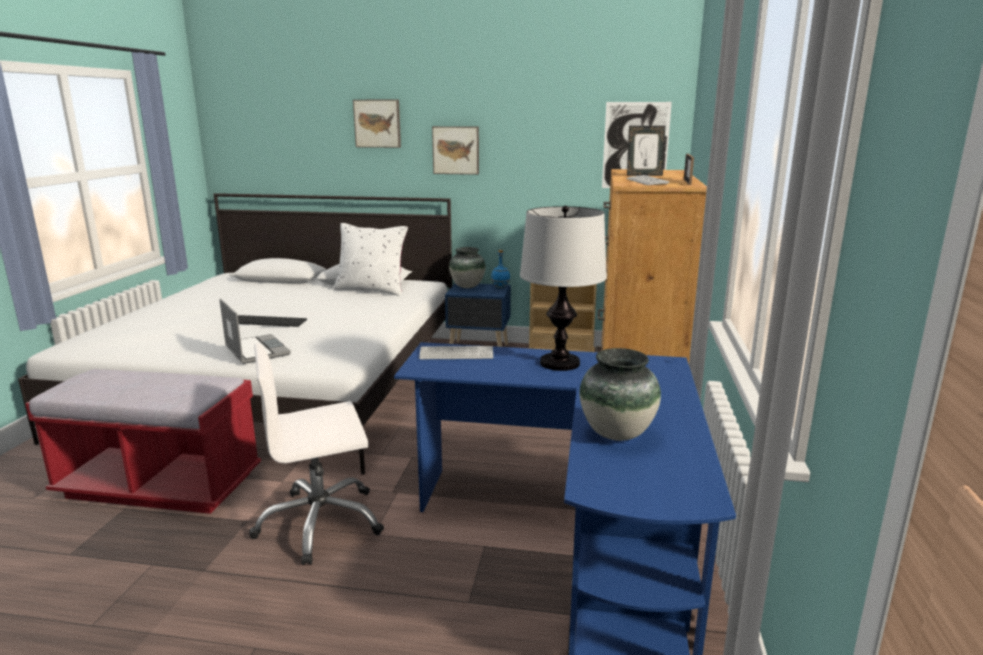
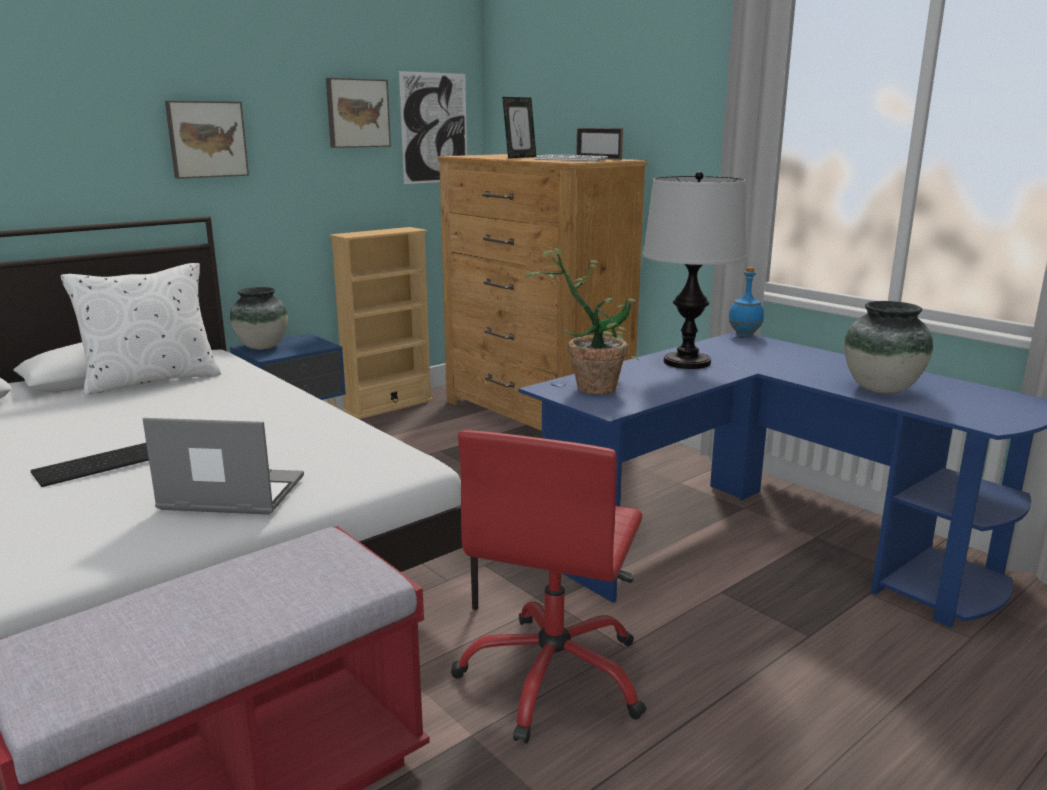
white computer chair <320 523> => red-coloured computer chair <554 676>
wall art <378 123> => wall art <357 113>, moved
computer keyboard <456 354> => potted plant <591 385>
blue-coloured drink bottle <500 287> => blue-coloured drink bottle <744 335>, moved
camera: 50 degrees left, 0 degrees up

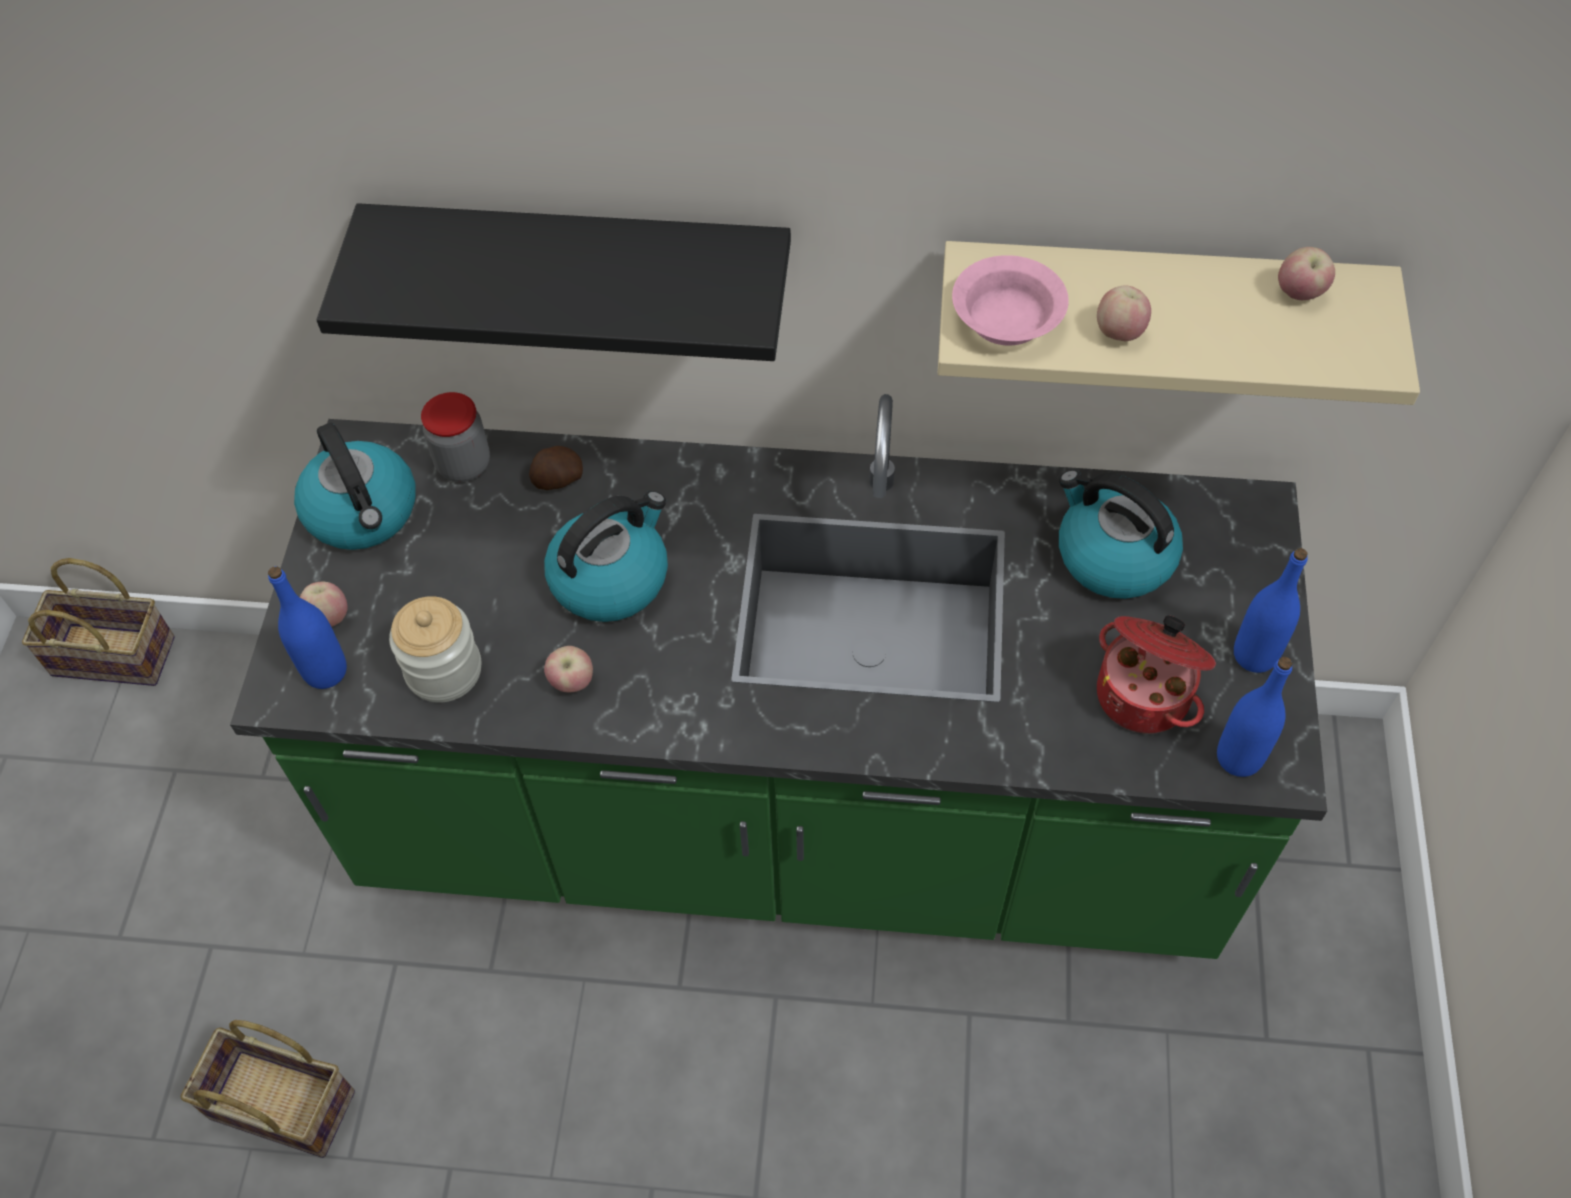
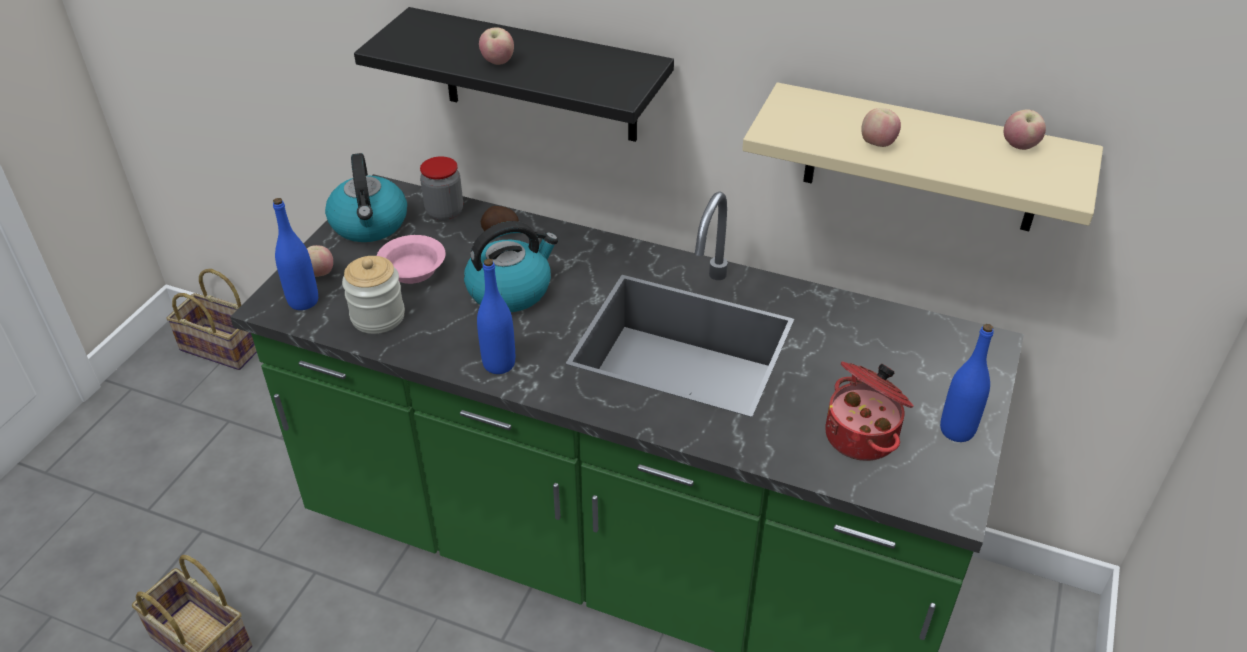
apple <572 682> => apple <498 62>, moved
pink-coloured deep dish <1007 322> => pink-coloured deep dish <412 272>, moved
tea kettle <1112 556> => nothing
blue-coloured drink bottle <1239 757> => blue-coloured drink bottle <499 364>, moved
camera: 15 degrees right, 15 degrees down

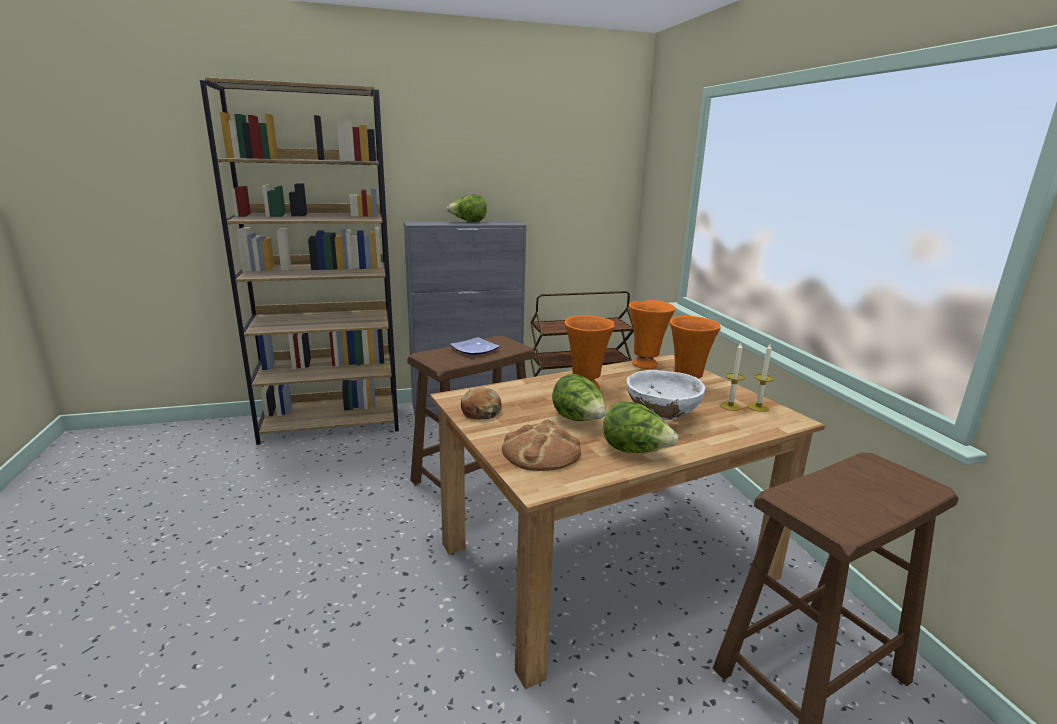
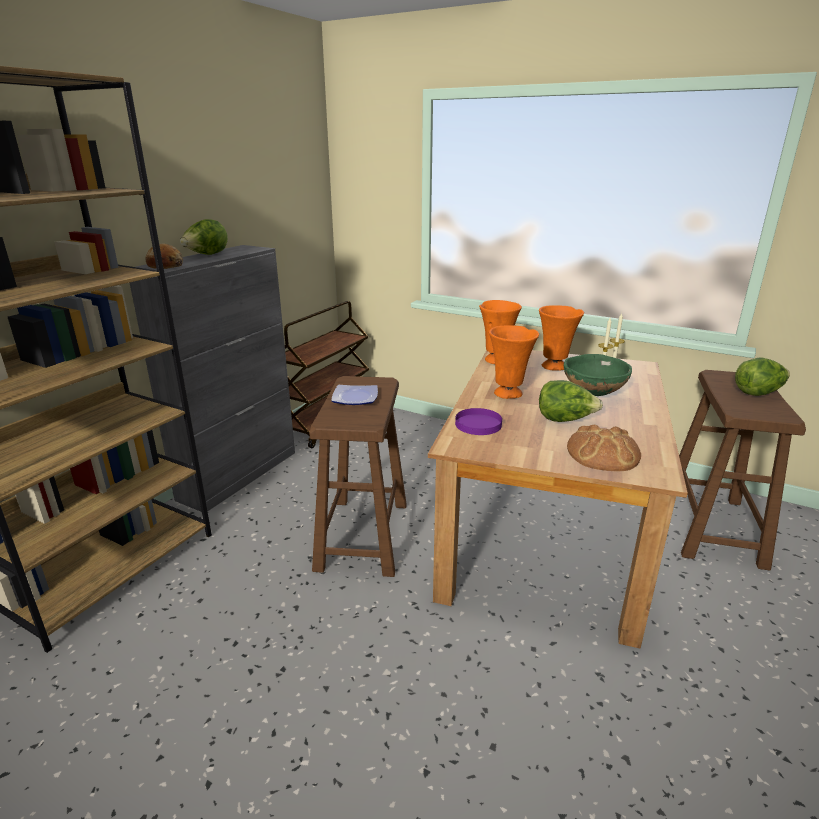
bakery bread <480 412> => bakery bread <166 265>, moved
lettuce head <635 451> => lettuce head <758 393>, moved
white deep dish <661 416> => green-coloured deep dish <593 394>
nothing => purple flat dish <478 424>
camera: 45 degrees left, 5 degrees up

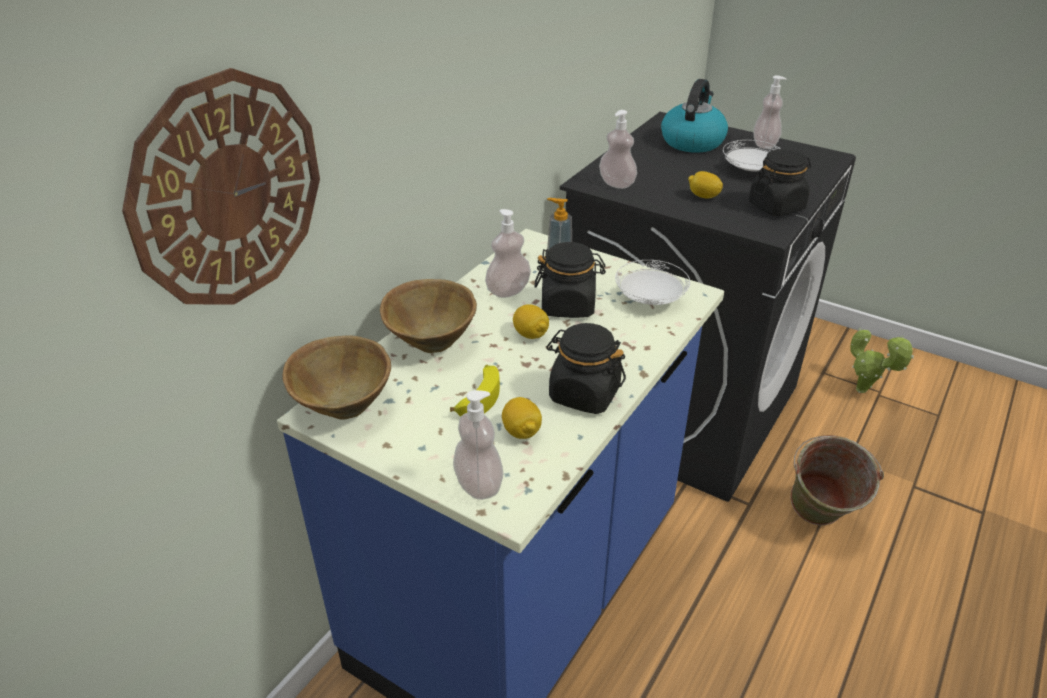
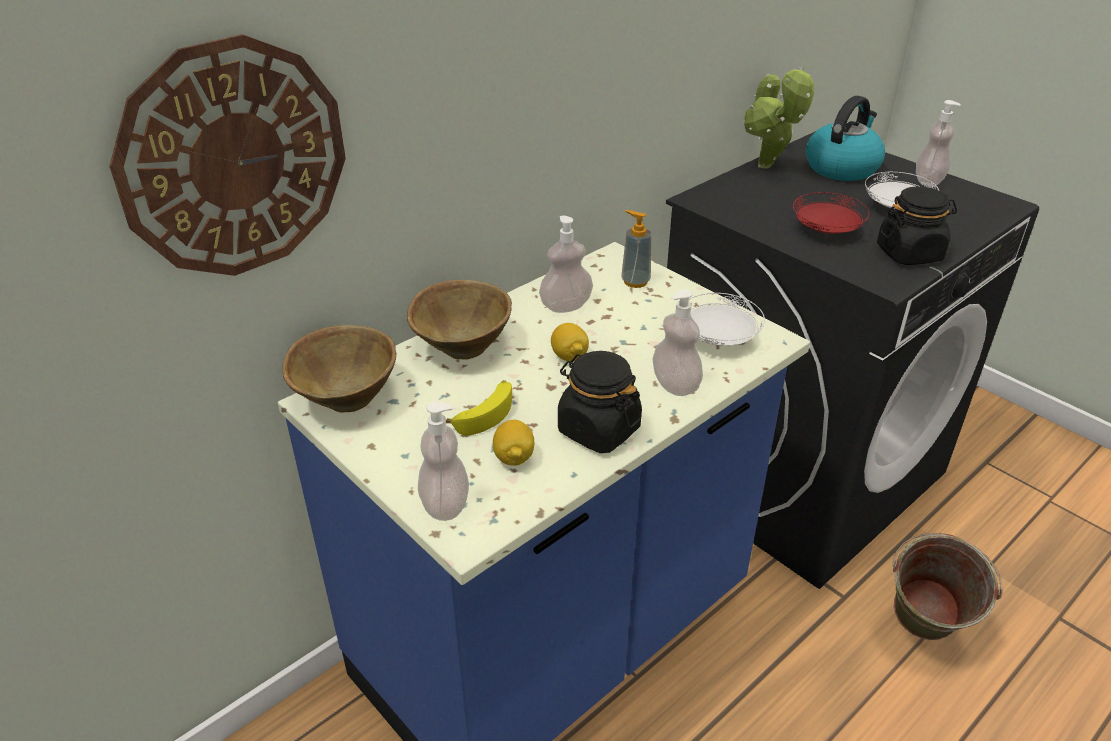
blackish preserve jar <568 305> => nothing
liquid soap bottle <616 184> => liquid soap bottle <675 385>, moved
citrus fruit <703 196> => red-coloured flat dish <826 231>
potted plant <864 392> => potted plant <767 168>, moved
camera: 15 degrees right, 0 degrees up

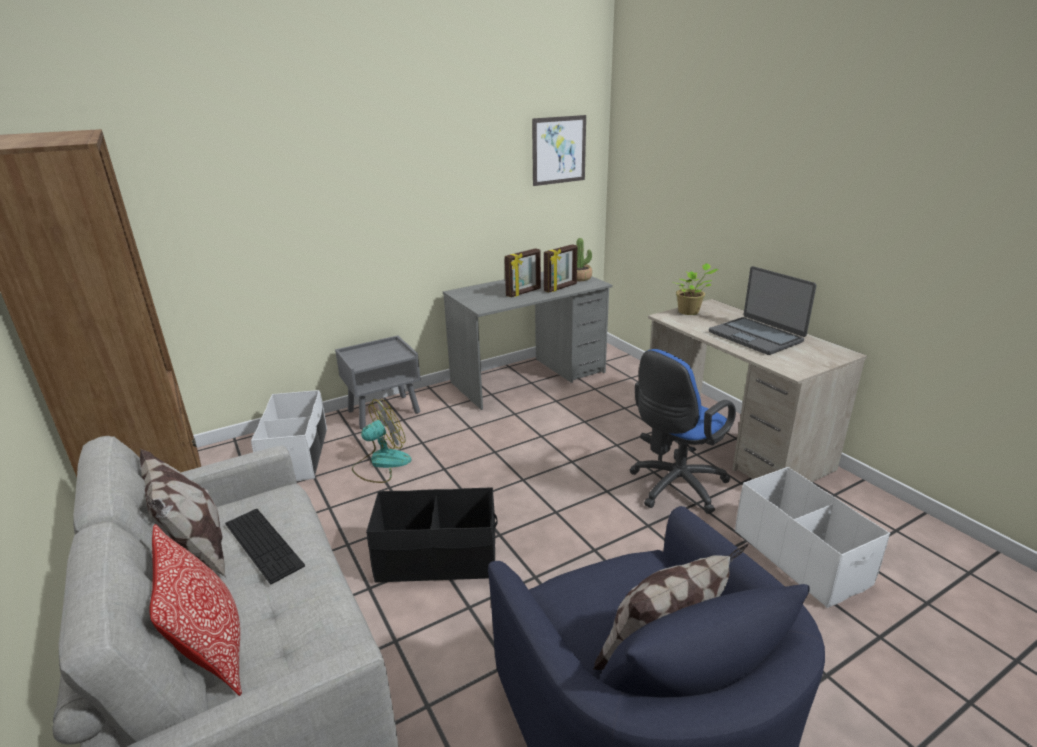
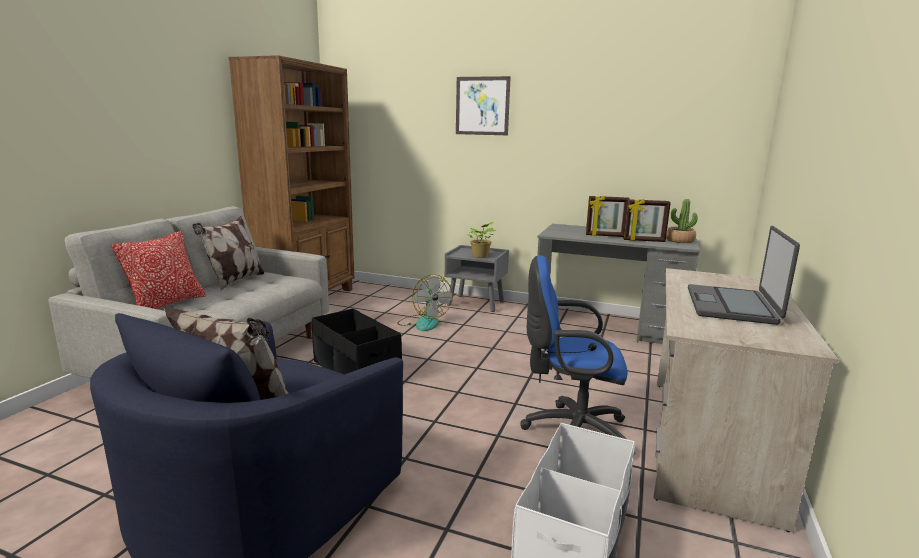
computer keyboard <263 544> => nothing
white storage bin <297 455> => nothing
electric fan <381 463> => electric fan <423 322>, 45 degrees clockwise
wall art <559 150> => wall art <482 106>, moved
potted plant <690 312> => potted plant <480 256>, moved
camera: 50 degrees right, 10 degrees down

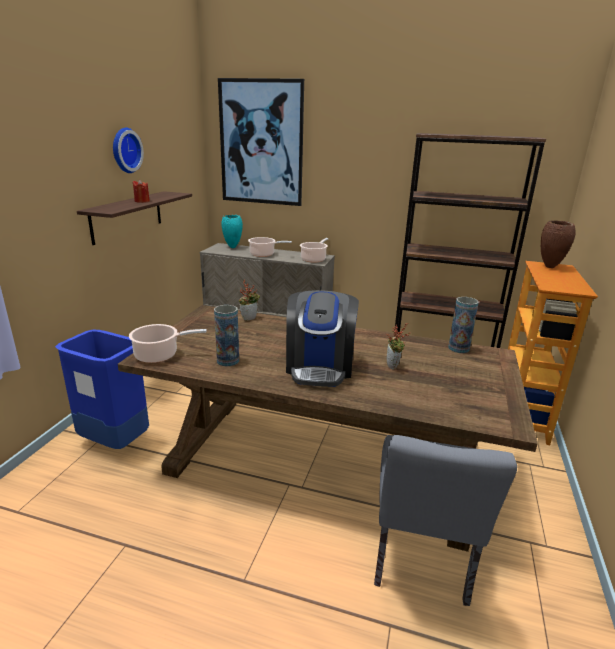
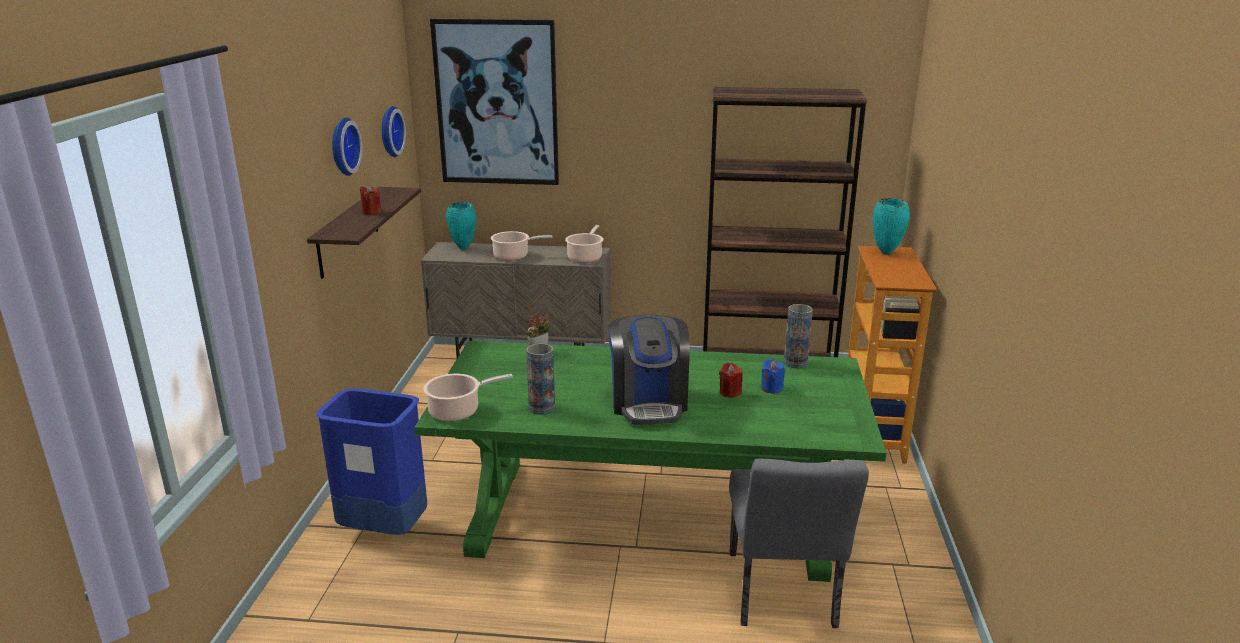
brown-coloured dinner table <322 461> => green-coloured dinner table <650 516>
potted plant <394 366> => red-coloured wax light <730 392>
brown-coloured flower vase <550 267> => turquoise-coloured flower vase <887 253>
nothing => wall clock <389 131>
nothing => blue-coloured wax light <771 388>
camera: 10 degrees left, 0 degrees up

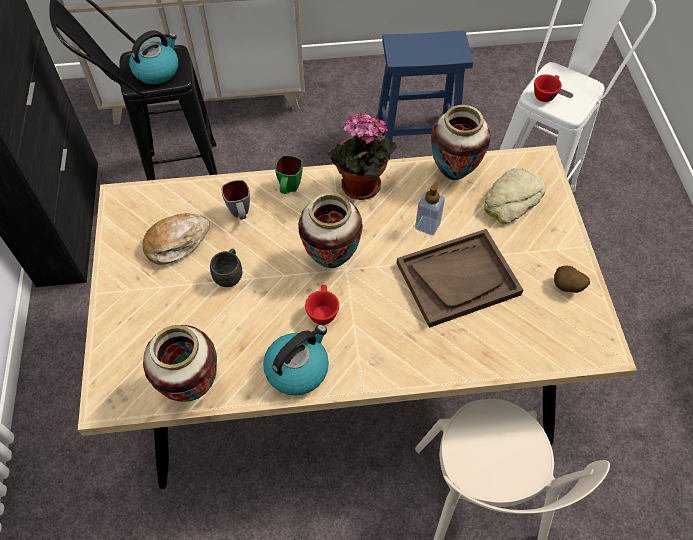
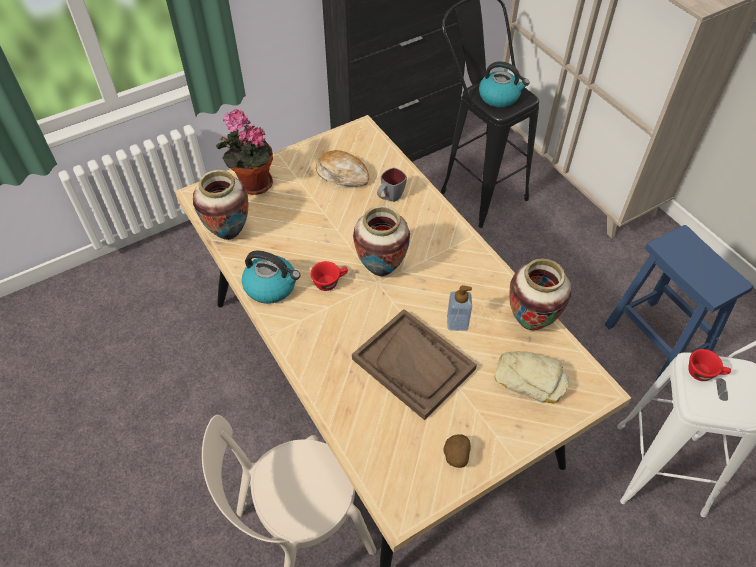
grey tea mug <229 274> => nothing
green-coloured tea mug <289 189> => nothing
potted plant <359 188> => potted plant <252 184>, moved
camera: 65 degrees right, 5 degrees down

